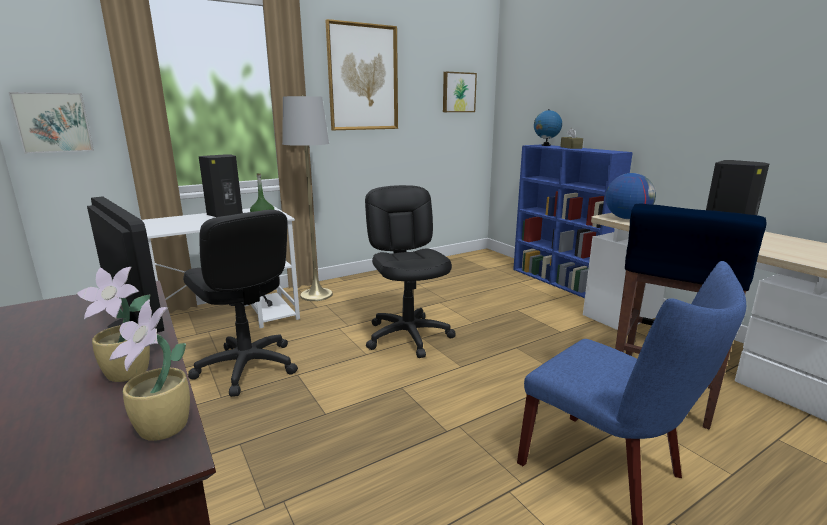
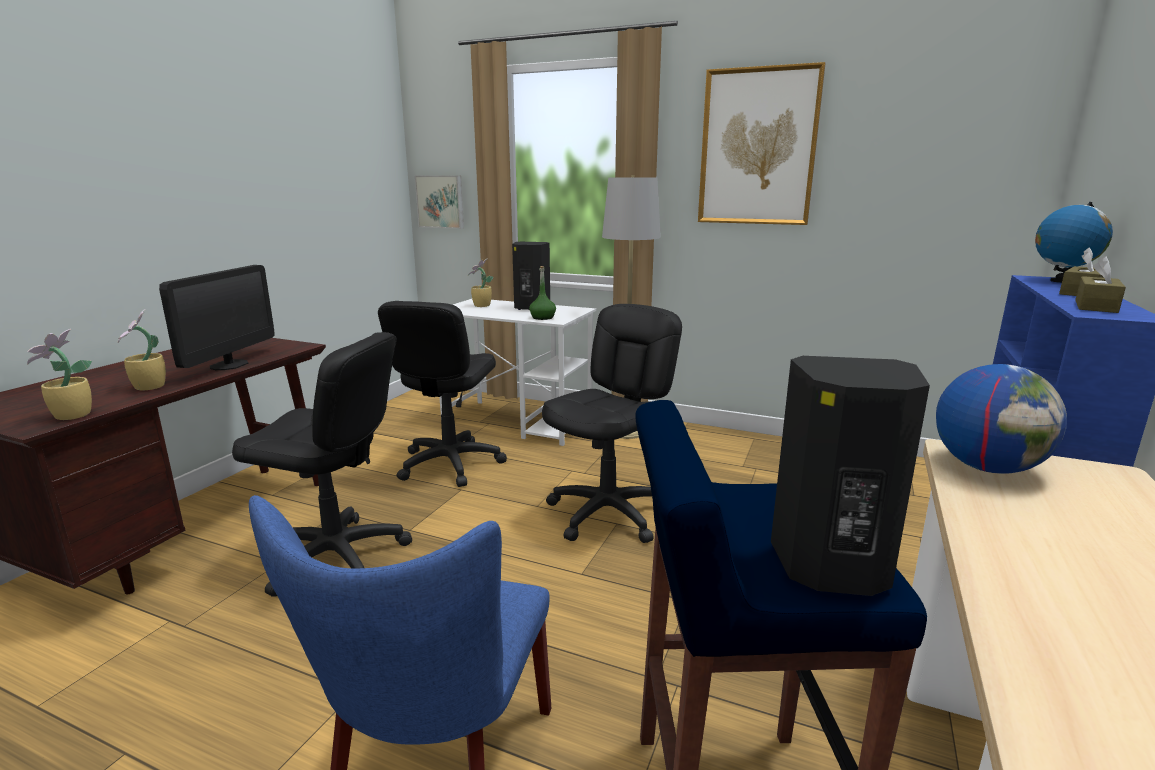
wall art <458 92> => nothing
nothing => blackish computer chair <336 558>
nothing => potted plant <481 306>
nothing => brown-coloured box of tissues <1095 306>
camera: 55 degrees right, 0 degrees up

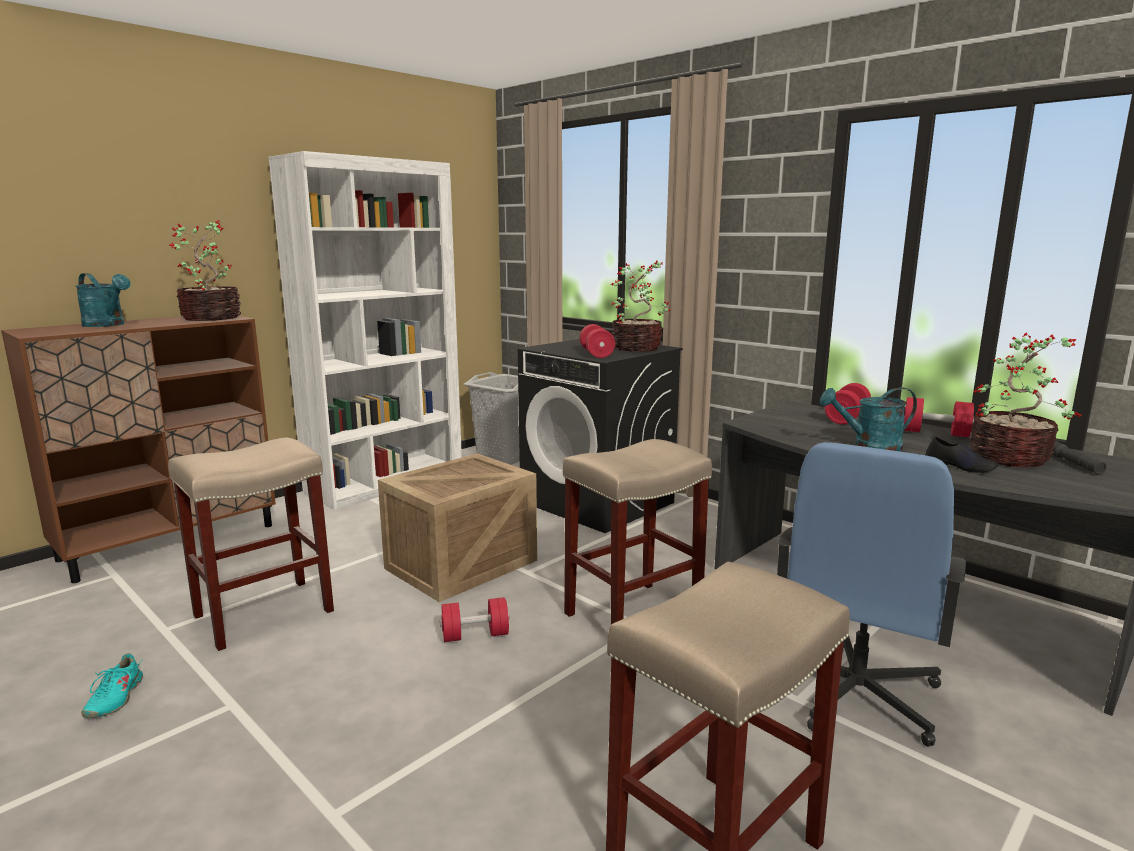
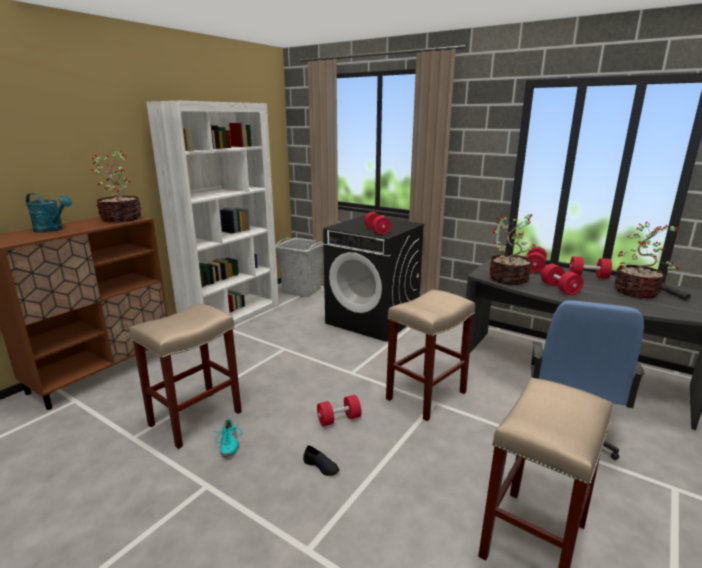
turquoise-coloured item of footwear <114 699> => turquoise-coloured item of footwear <228 444>, moved
packing crate <462 563> => nothing
potted plant <638 348> => potted plant <509 279>, moved
turquoise-coloured watering pot <869 446> => red-coloured free weight <559 288>
blackish item of footwear <960 466> => blackish item of footwear <321 466>, moved
camera: 10 degrees left, 5 degrees up

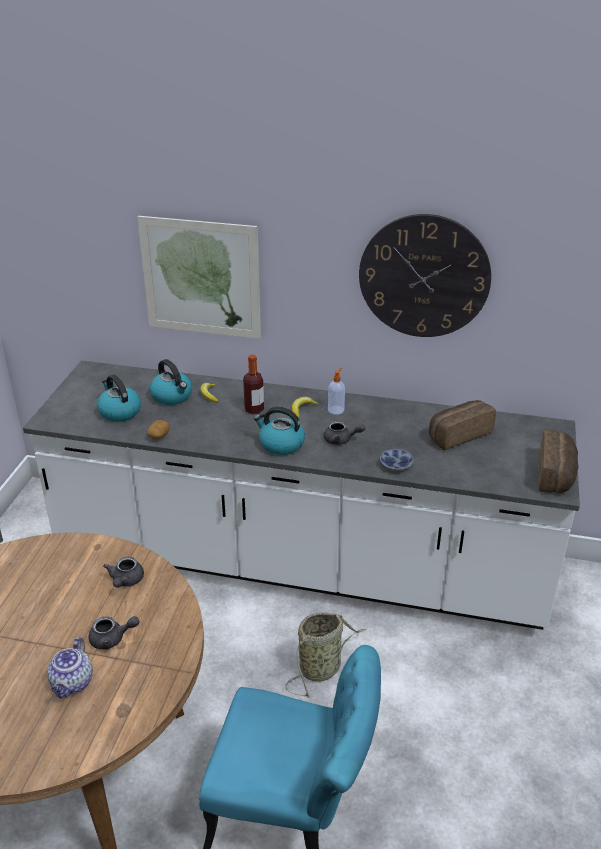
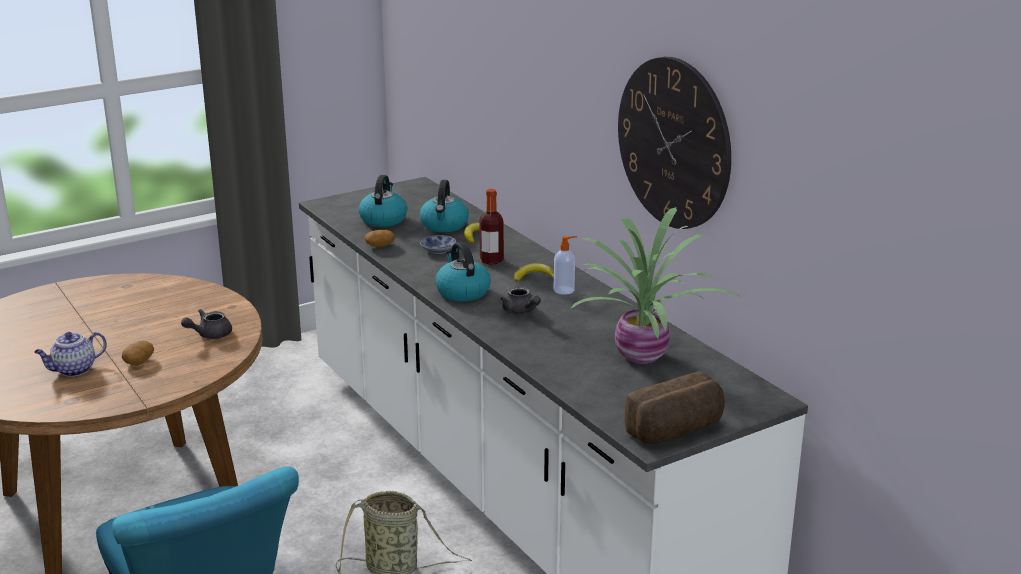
grey tea pot <112 639> => spud <139 361>
wall art <201 278> => nothing
deep dish <396 464> => deep dish <439 250>, moved
bakery bread <458 434> => potted plant <644 357>
camera: 45 degrees right, 10 degrees down

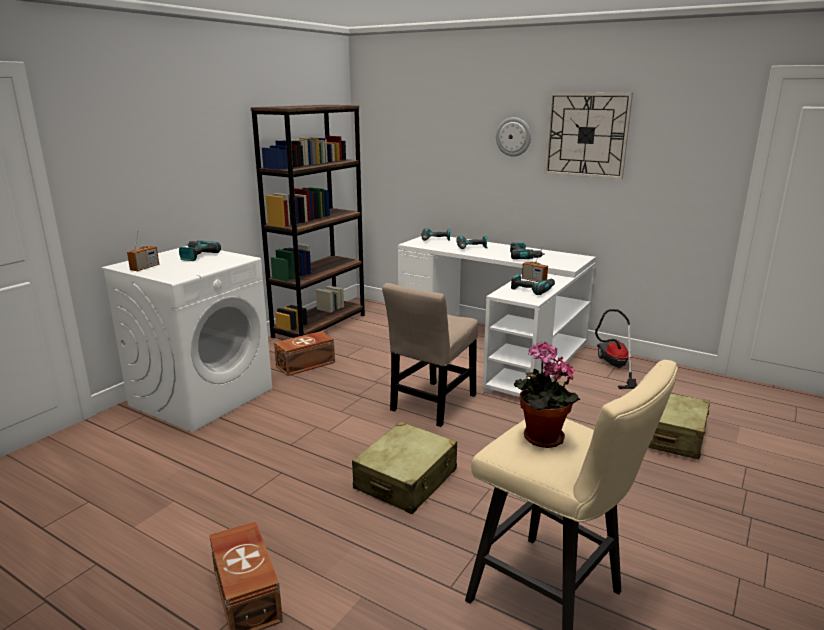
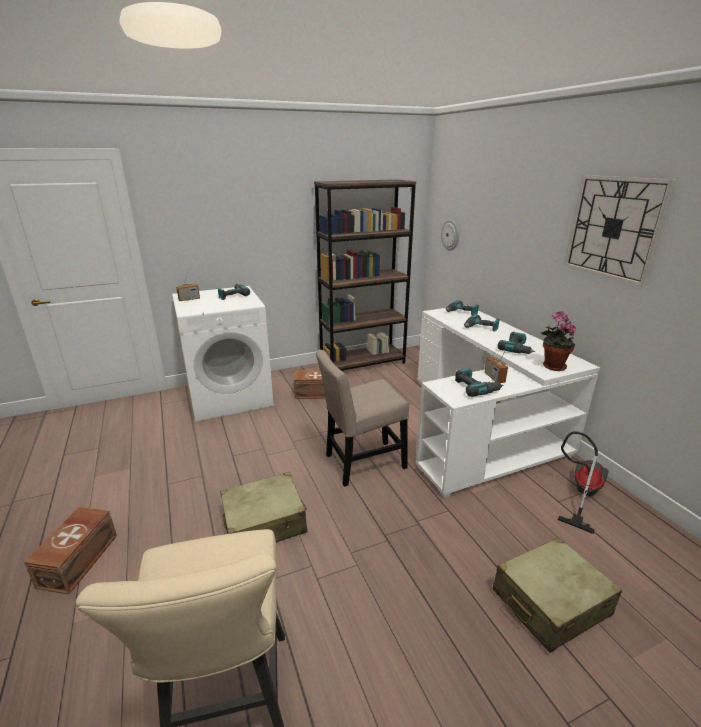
wall clock <513 136> => wall clock <450 235>, moved
potted plant <540 439> => potted plant <551 366>, moved
camera: 35 degrees right, 5 degrees up

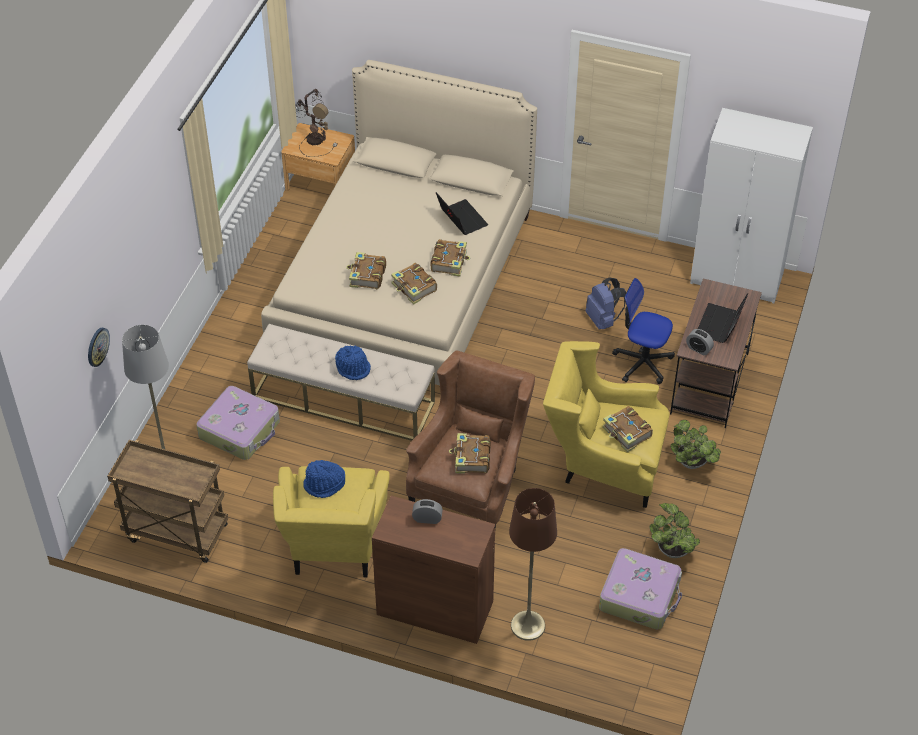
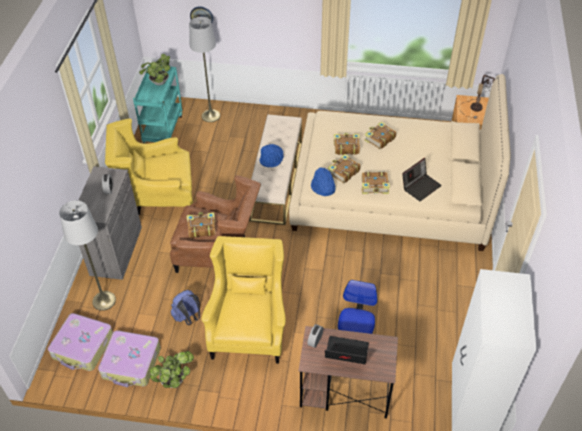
brown-coloured trolley <175 533> => turquoise-coloured trolley <162 129>
suitcase <240 430> => suitcase <83 347>, moved
blue-coloured clothing hat <324 484> => blue-coloured clothing hat <322 187>, moved
brown-coloured cabinet <435 608> => grey cabinet <116 251>
brown-coloured standard lamp <528 625> => grey standard lamp <104 300>
blue-coloured knapsack <603 320> => blue-coloured knapsack <188 317>, moved
volume <627 433> => volume <379 139>, moved
potted plant <693 464> => potted plant <158 83>, moved
camera: 80 degrees right, 0 degrees up

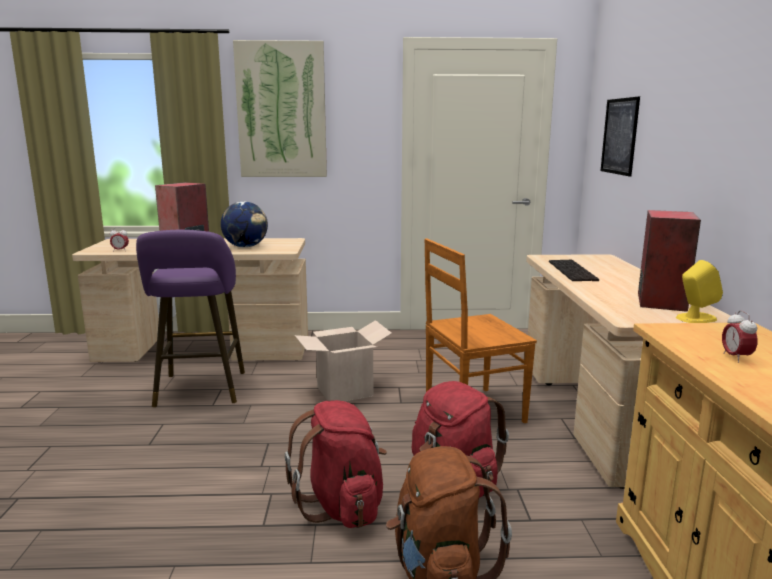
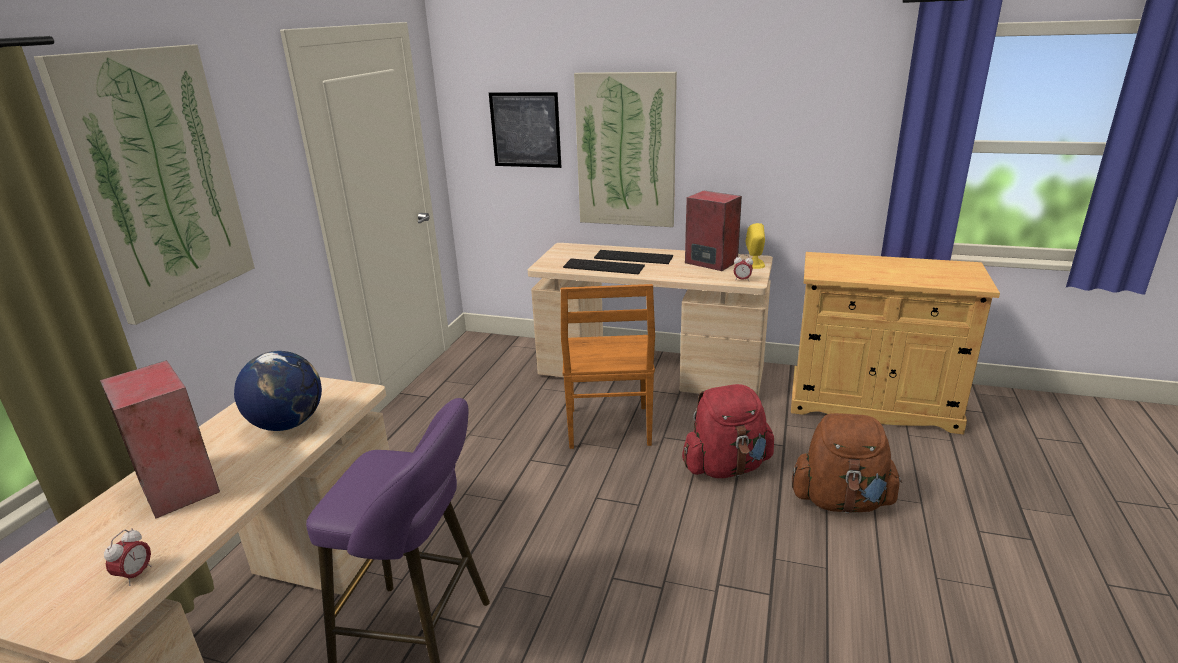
red-coloured knapsack <342 506> => nothing
carton <344 391> => nothing
bedside clock <735 358> => bedside clock <742 280>, moved
nothing => wall art <626 151>
nothing => computer keyboard <634 257>
camera: 70 degrees left, 10 degrees up

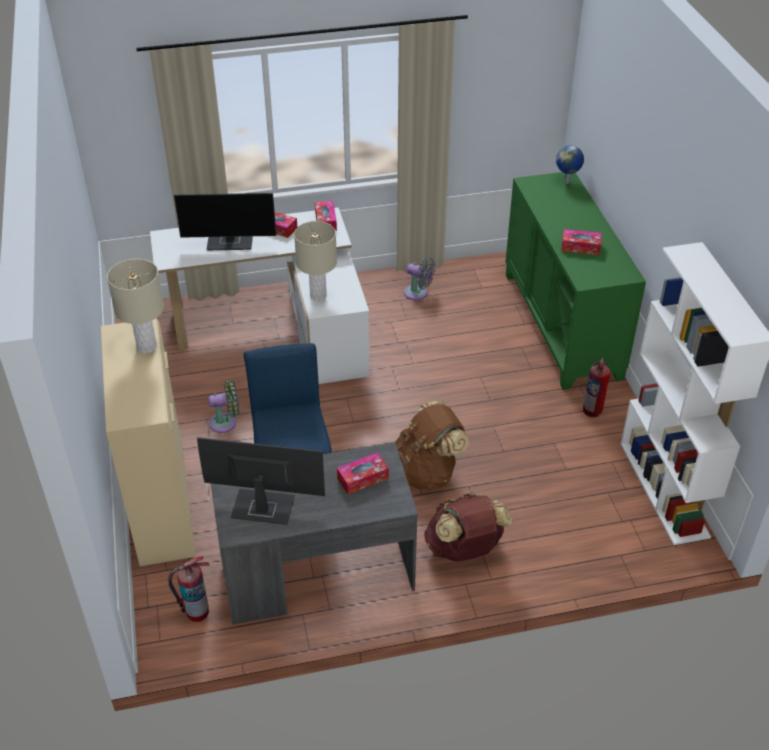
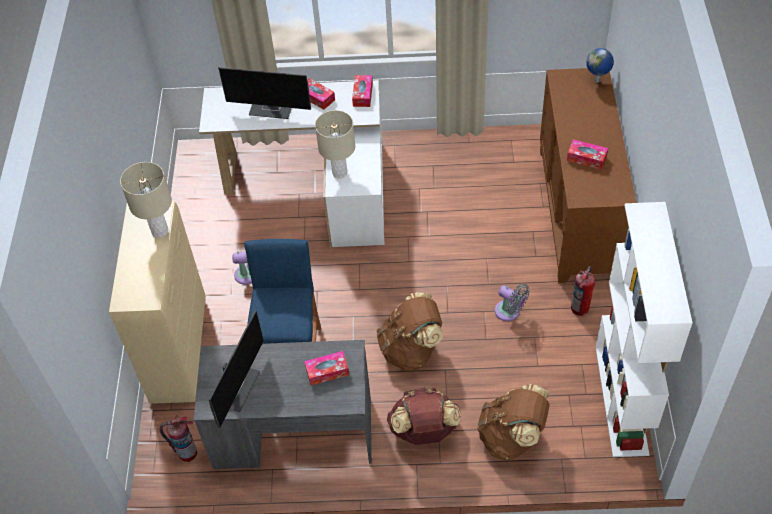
computer display <261 507> => computer display <236 387>, 90 degrees clockwise
grey electric fan <418 293> => grey electric fan <509 312>, moved
green-coloured cabinet <562 325> => brown-coloured cabinet <578 212>
nothing => brown-coloured knapsack <512 437>
camera: 15 degrees right, 10 degrees up

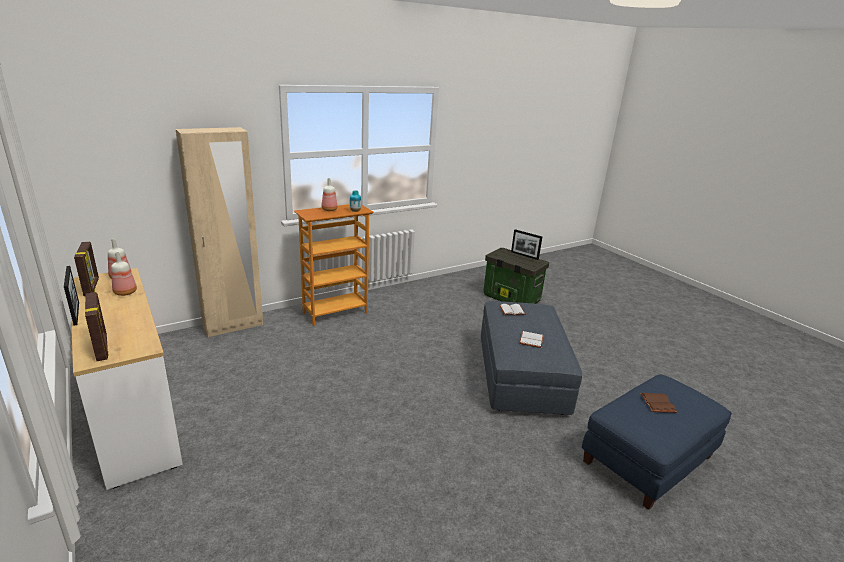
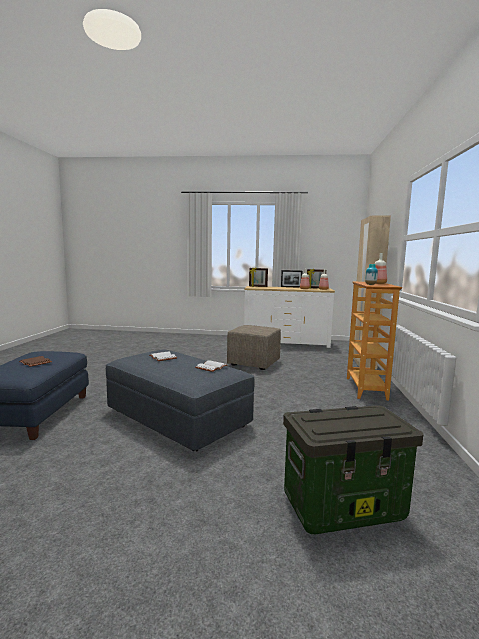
photo frame <524 255> => nothing
nothing => beige-coloured footrest <254 363>
camera: 130 degrees right, 15 degrees down

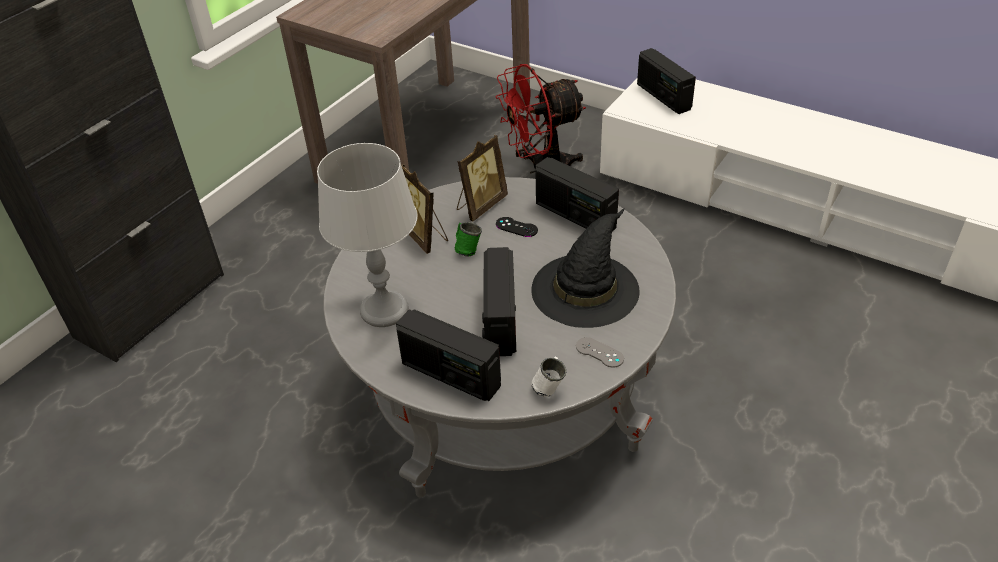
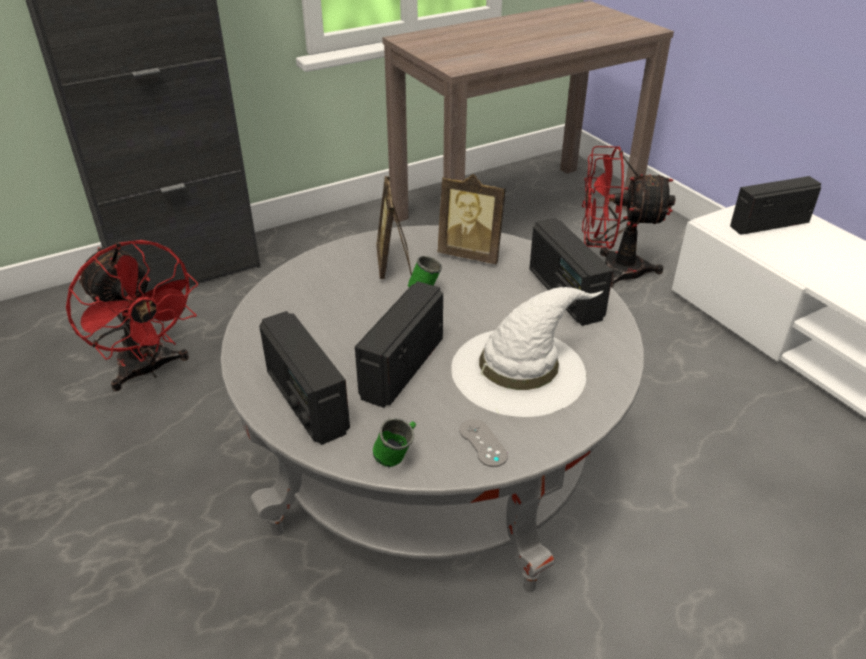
grey lamp for a table <383 310> => nothing
photo frame <480 205> => photo frame <471 254>, 45 degrees clockwise
blackish gamepad <516 227> => nothing
blackish clothing hat <585 288> => white clothing hat <519 369>
white tea mug <549 386> => green-coloured tea mug <397 457>
radio <663 97> => radio <768 224>, 75 degrees clockwise
nothing => red-coloured electric fan <149 370>
camera: 25 degrees right, 5 degrees down

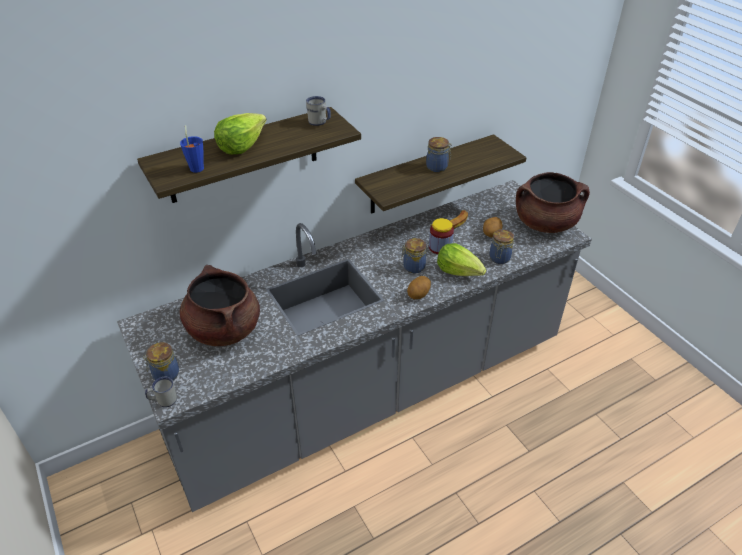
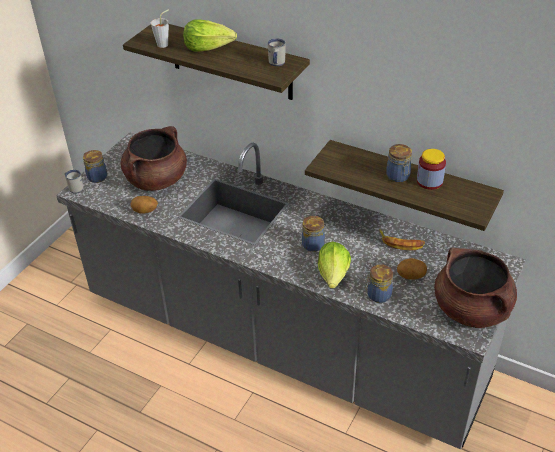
blue-coloured drinking cup <197 167> => grey drinking cup <164 44>
spud <419 295> => spud <145 211>, moved
preserve jar <440 247> => preserve jar <429 181>, moved
camera: 60 degrees right, 0 degrees up

